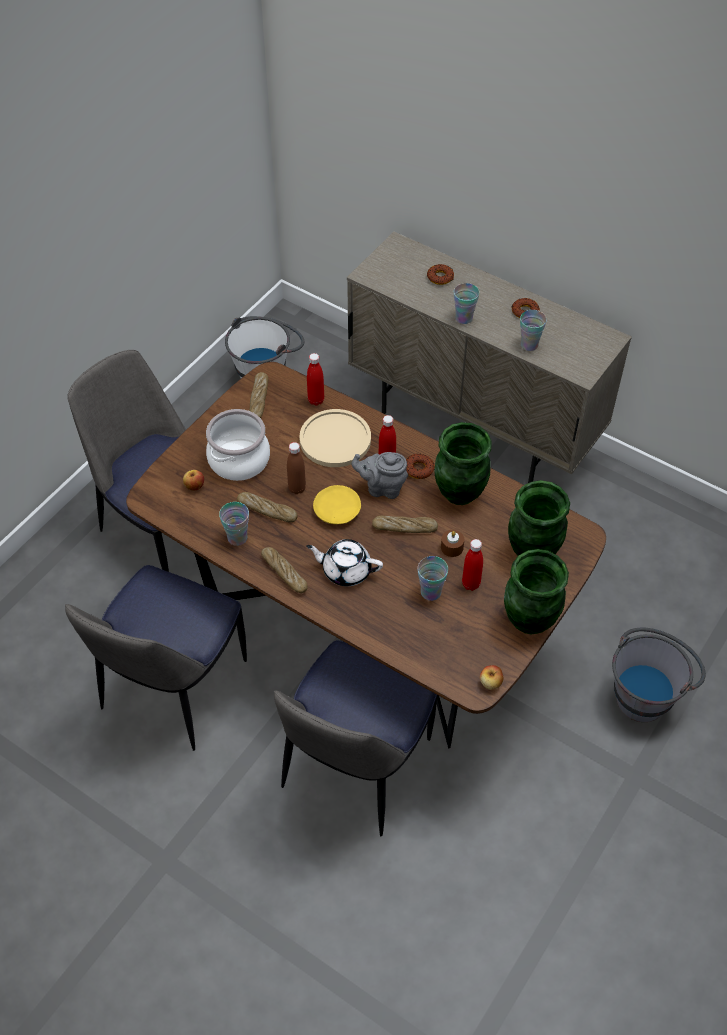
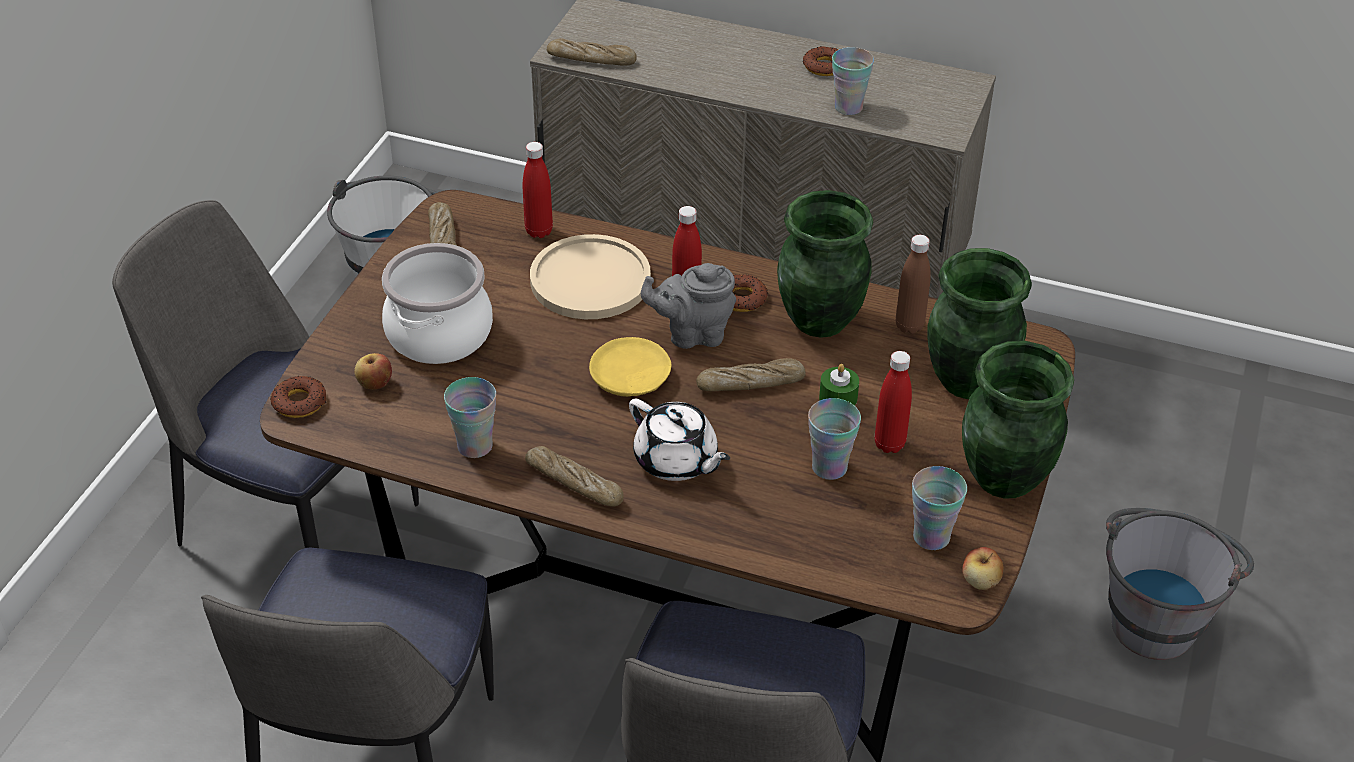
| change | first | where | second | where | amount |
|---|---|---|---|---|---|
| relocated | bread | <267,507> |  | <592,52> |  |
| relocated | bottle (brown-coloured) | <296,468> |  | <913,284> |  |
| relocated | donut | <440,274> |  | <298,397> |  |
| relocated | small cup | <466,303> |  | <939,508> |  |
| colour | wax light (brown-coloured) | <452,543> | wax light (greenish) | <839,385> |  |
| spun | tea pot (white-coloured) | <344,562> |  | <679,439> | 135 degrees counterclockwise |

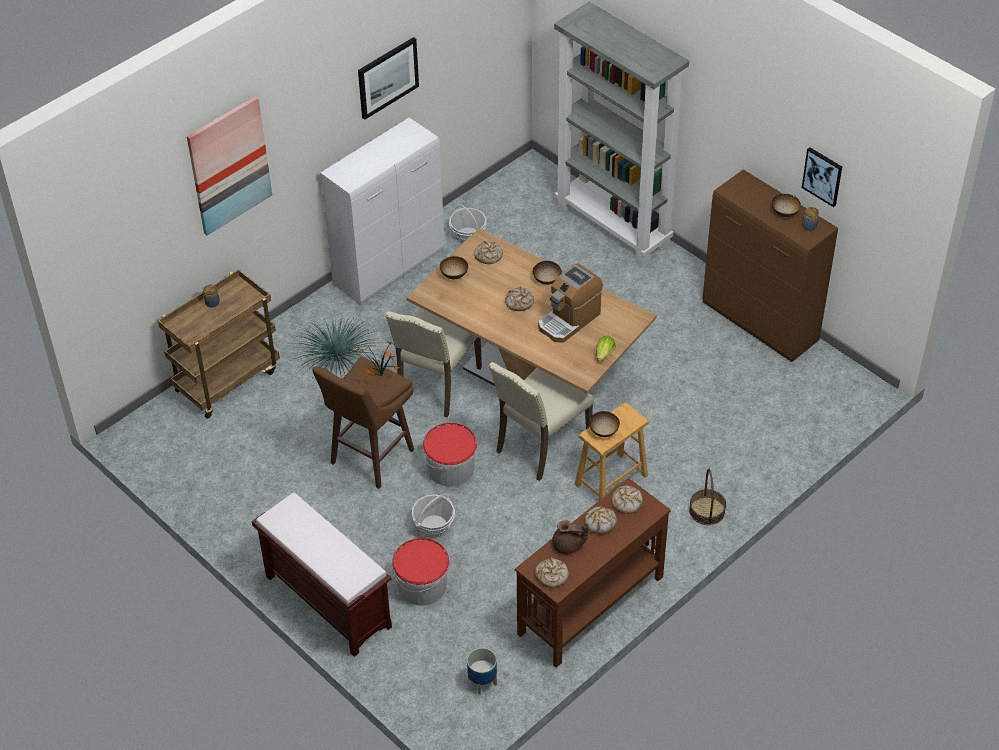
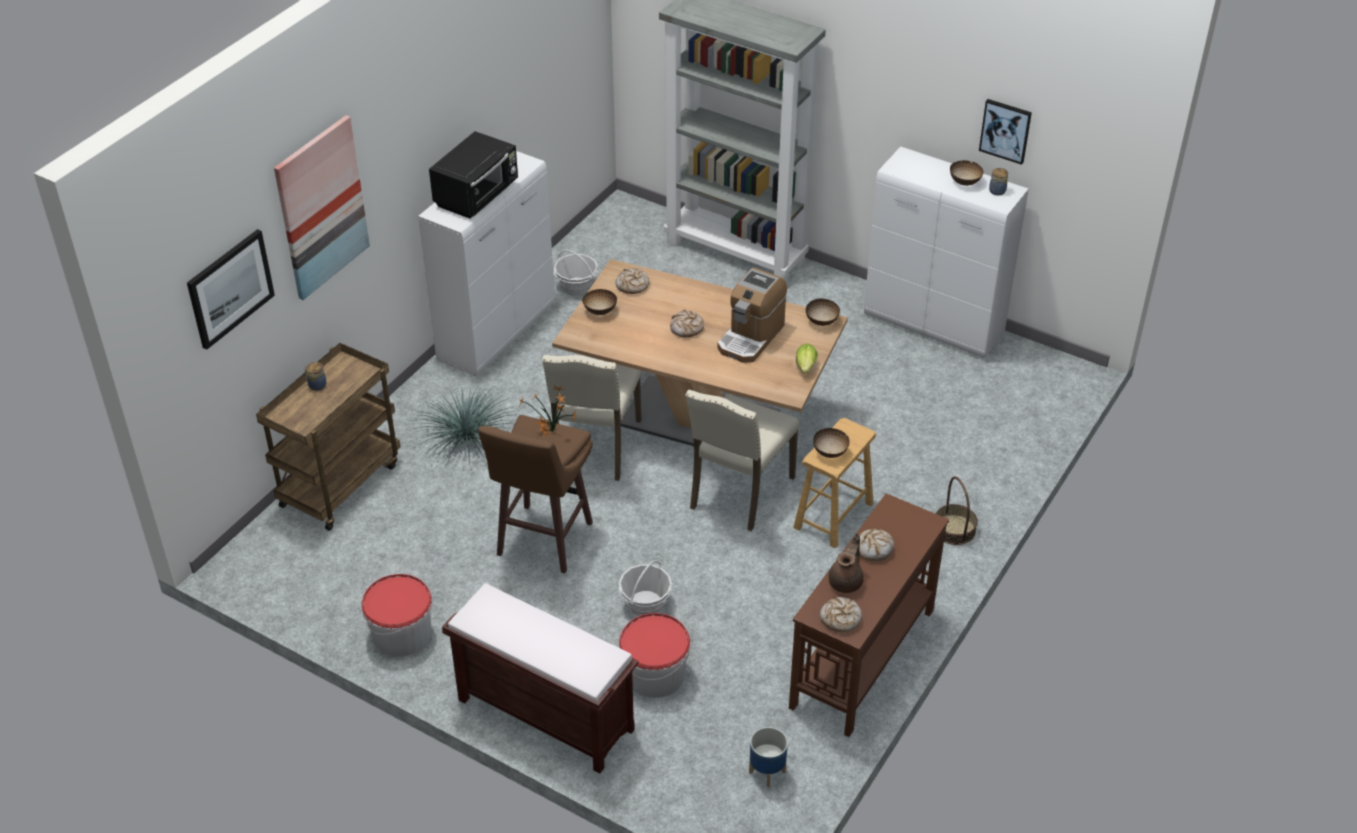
| change | first | where | second | where | amount |
|---|---|---|---|---|---|
| missing | bread | <627,500> |  |  |  |
| appeared |  |  | microwave oven (blackish) | <473,174> |  |
| relocated | wall art | <388,78> |  | <231,289> |  |
| relocated | water bucket | <450,455> |  | <397,615> |  |
| relocated | deep dish | <547,273> |  | <823,312> |  |
| colour | cabinet (brown-coloured) | <770,265> | cabinet (white-coloured) | <946,252> |  |
| spun | tea pot (brown-coloured) | <570,537> |  | <846,563> | 60 degrees counterclockwise |

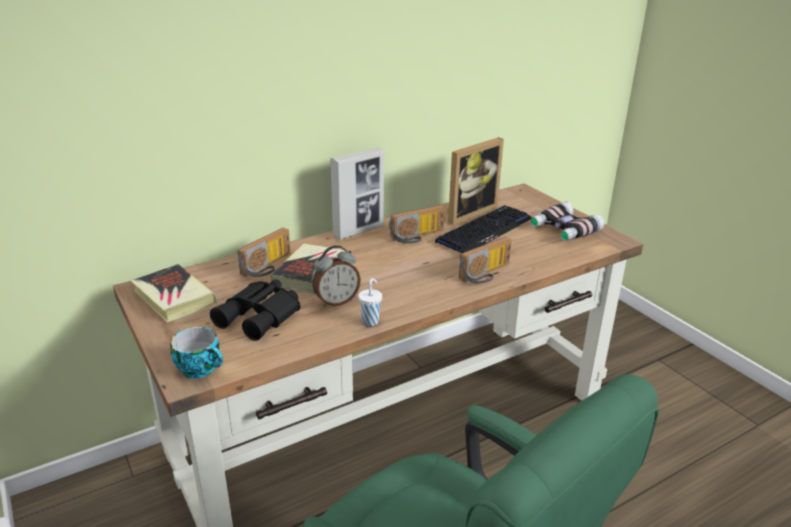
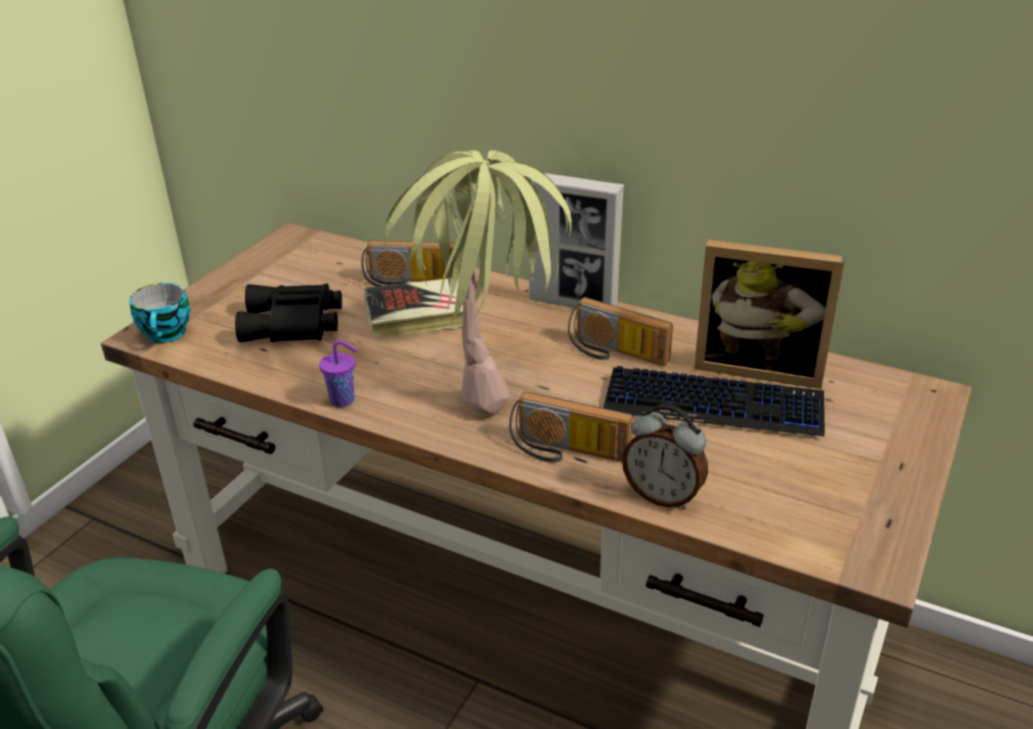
| change | first | where | second | where | amount |
|---|---|---|---|---|---|
| missing | book | <174,293> |  |  |  |
| missing | pair of binoculars | <567,221> |  |  |  |
| appeared |  |  | plant in a pot | <478,282> |  |
| relocated | table clock | <336,276> |  | <665,456> |  |
| colour | small cup (white-coloured) | <370,302> | small cup (purplish) | <338,373> |  |

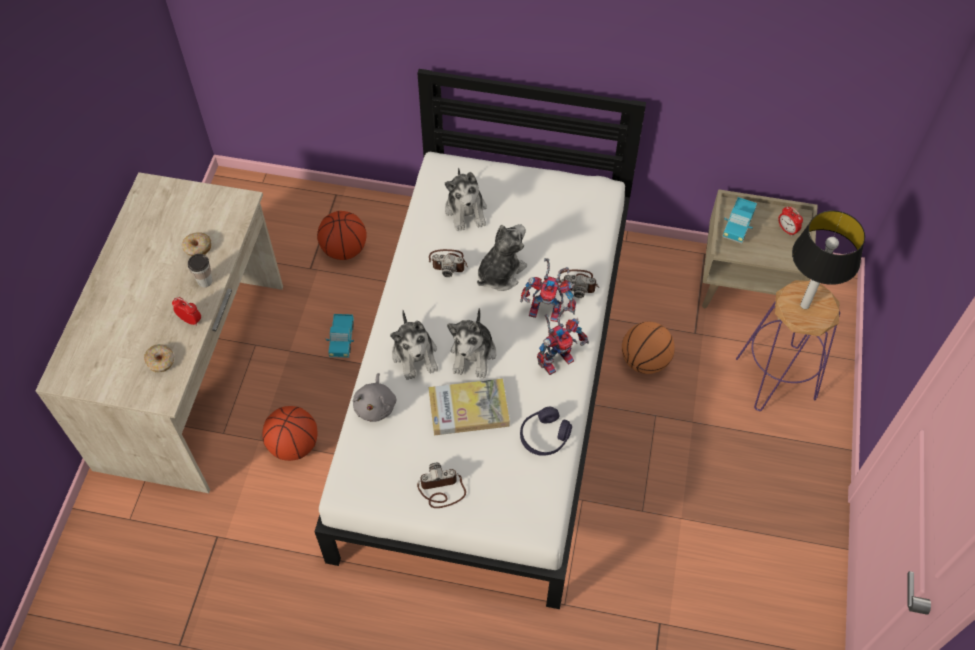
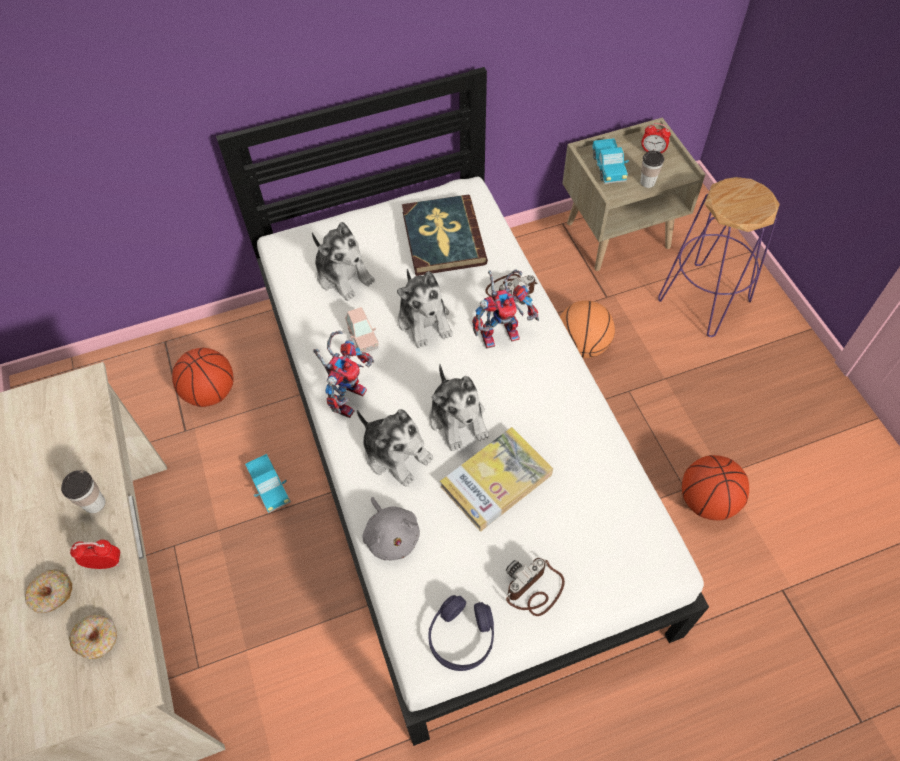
| change | first | where | second | where | amount |
|---|---|---|---|---|---|
| missing | table lamp | <828,259> |  |  |  |
| appeared |  |  | book | <445,235> |  |
| appeared |  |  | small cup | <652,169> |  |
| relocated | donut | <196,244> |  | <48,591> |  |
| relocated | basketball ball | <289,433> |  | <715,487> |  |
| relocated | headphones (purplish) | <546,431> |  | <461,633> |  |
| relocated | robot figure | <563,341> |  | <343,374> |  |
| exchanged | still camera | <448,263> | toy car (pink-coloured) | <361,330> |  |
| spun | soft toy | <502,257> |  | <425,308> | 150 degrees clockwise |

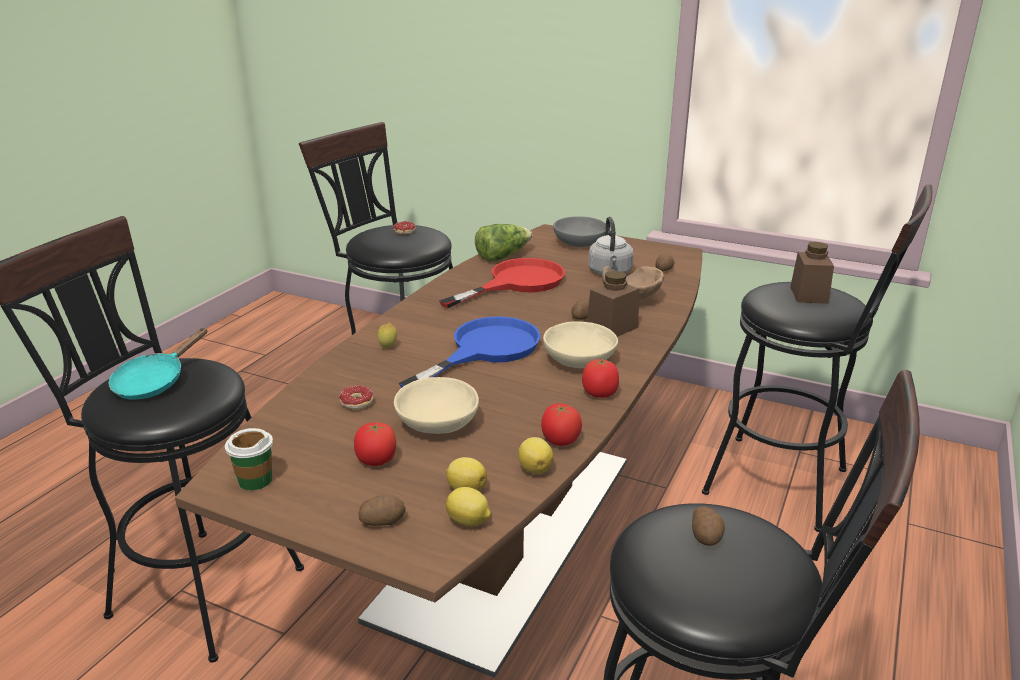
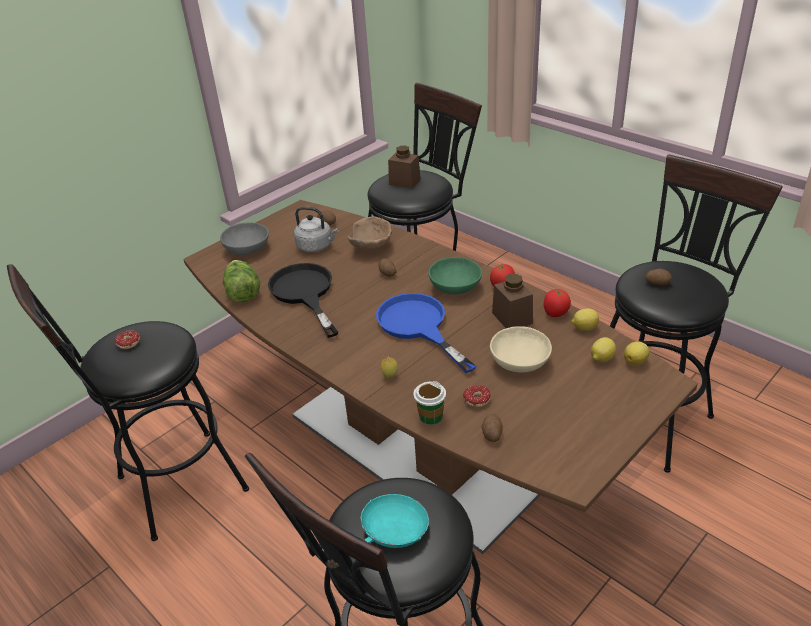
| change | first | where | second | where | amount |
|---|---|---|---|---|---|
| missing | whole tomato | <375,444> |  |  |  |
| relocated | small cup | <249,459> |  | <429,403> |  |
| relocated | potato | <382,510> |  | <492,428> |  |
| relocated | jar (brown-coloured) | <613,304> |  | <512,301> |  |
| colour | frying pan (red) | <502,283> | frying pan (blackish) | <303,300> |  |
| colour | deep dish (beige) | <580,344> | deep dish (greenish) | <455,276> |  |
| spun | frying pan (turquoise-coloured) | <157,364> |  | <379,531> | 90 degrees counterclockwise |

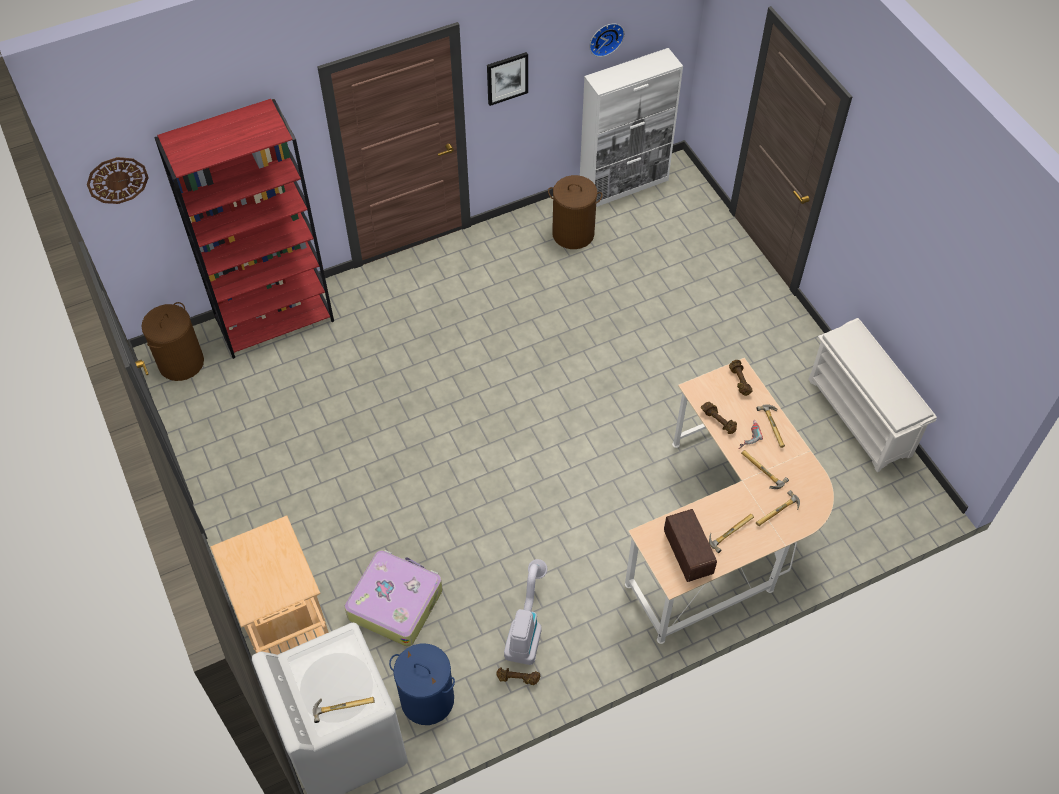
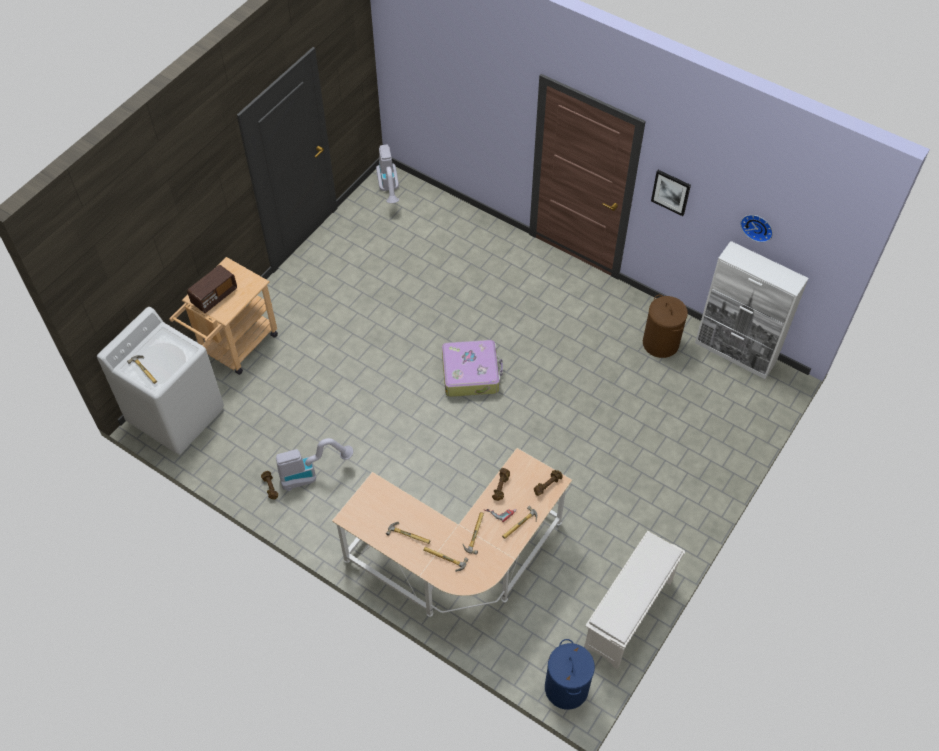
| change | first | where | second | where | amount |
|---|---|---|---|---|---|
| missing | hanging clock | <118,180> |  |  |  |
| missing | bookshelf (red) | <244,229> |  |  |  |
| relocated | travel case | <394,598> |  | <472,368> |  |
| relocated | hamper (blue) | <422,684> |  | <570,674> |  |
| relocated | radio | <690,545> |  | <212,289> |  |
| exchanged | hamper (brown-coloured) | <172,341> | vacuum | <387,174> |  |

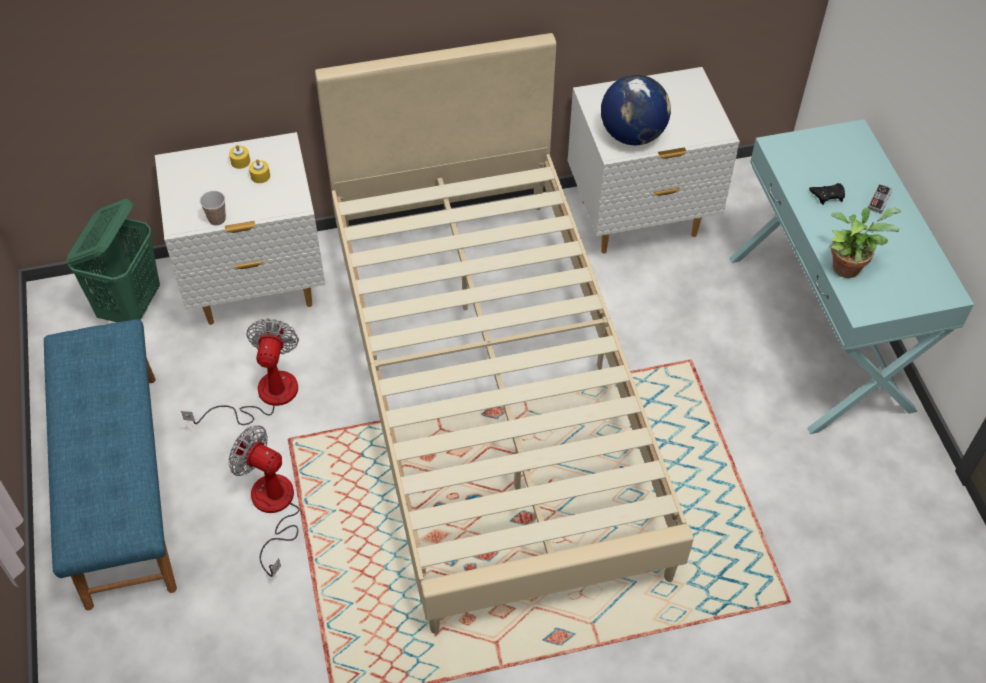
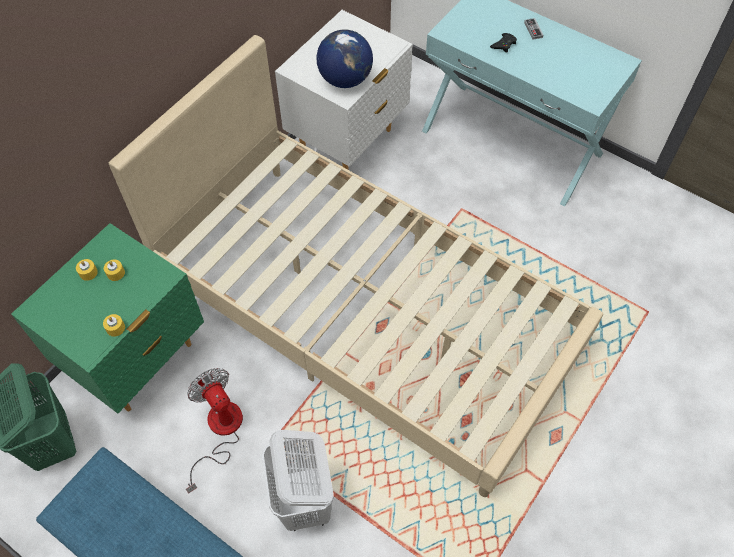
| change | first | where | second | where | amount |
|---|---|---|---|---|---|
| missing | plant in a pot | <865,242> |  |  |  |
| exchanged | small cup | <213,208> | wax light (yellowish) | <114,325> |  |
| exchanged | cooling fan | <264,501> | hamper (white-coloured) | <298,480> |  |
| colour | nightstand (white-coloured) | <240,228> | nightstand (greenish) | <107,318> |  |

